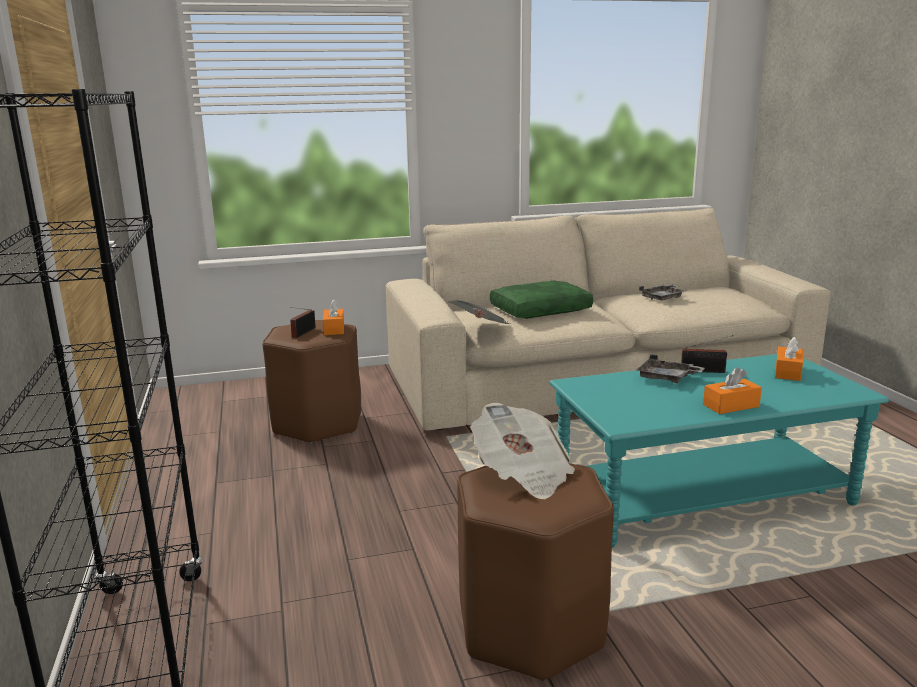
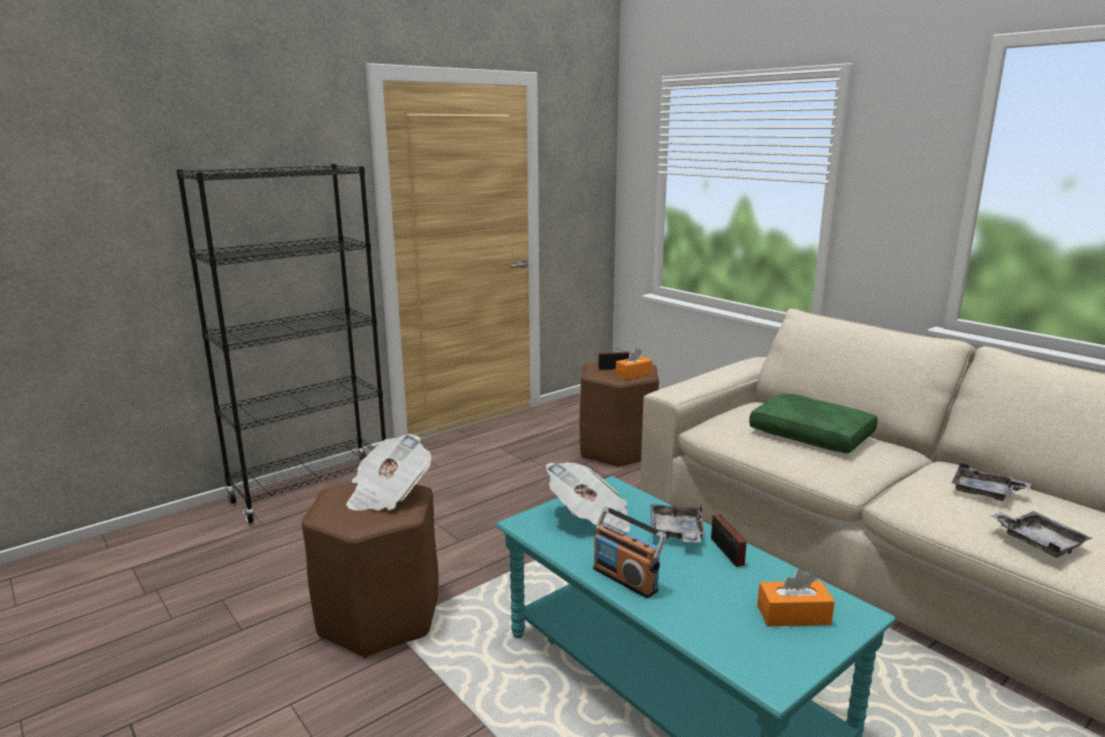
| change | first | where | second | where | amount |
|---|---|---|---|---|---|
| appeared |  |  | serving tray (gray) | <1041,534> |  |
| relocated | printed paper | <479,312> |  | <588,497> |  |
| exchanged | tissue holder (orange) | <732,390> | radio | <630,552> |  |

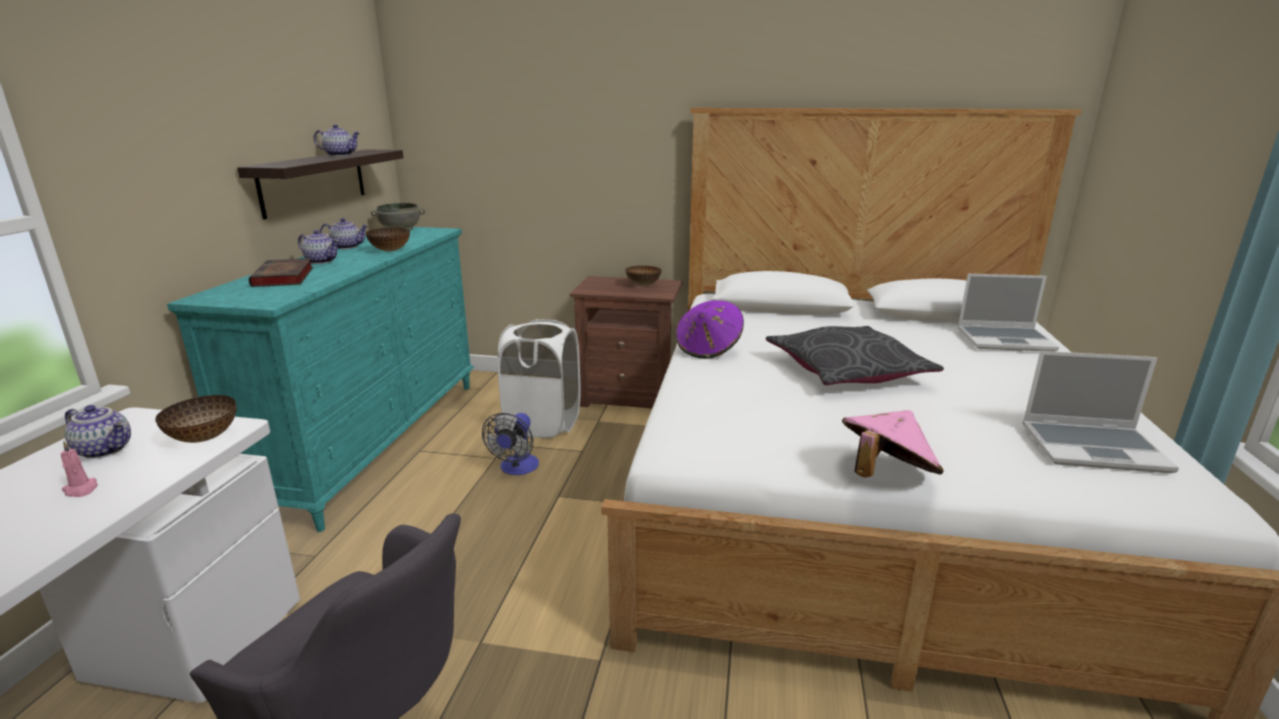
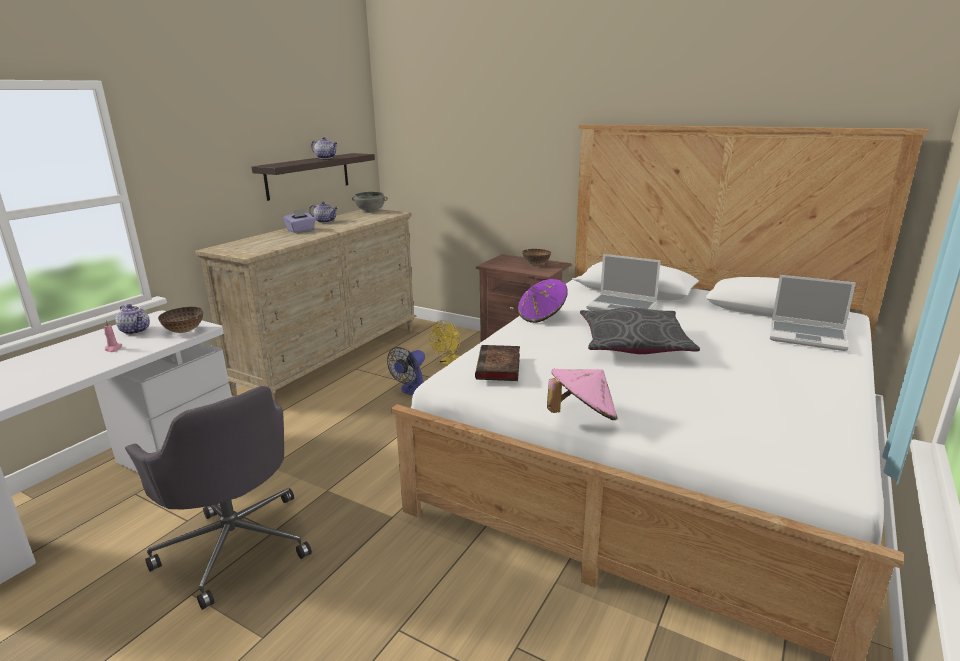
| change | first | where | second | where | amount |
|---|---|---|---|---|---|
| missing | deep dish | <388,239> |  |  |  |
| relocated | book | <281,272> |  | <497,363> |  |
| relocated | portable computer | <1100,412> |  | <624,282> |  |
| exchanged | tea pot | <318,247> | tissue holder (purplish) | <299,221> |  |
| exchanged | hamper (white-coloured) | <539,378> | cooling fan (yellowish) | <444,343> |  |
| colour | chest of drawers (turquoise-coloured) | <320,379> | chest of drawers (beige) | <305,305> |  |

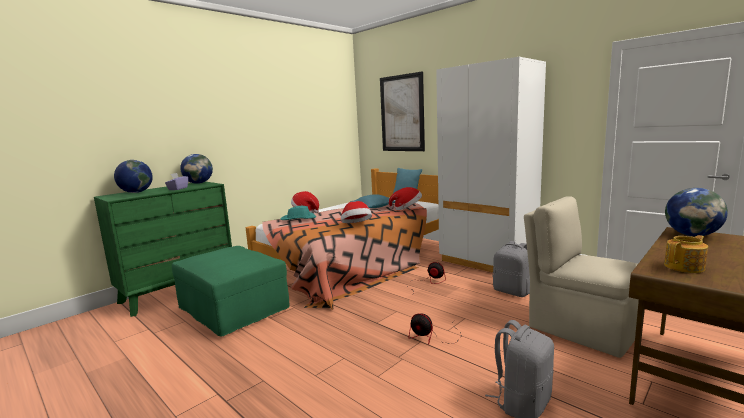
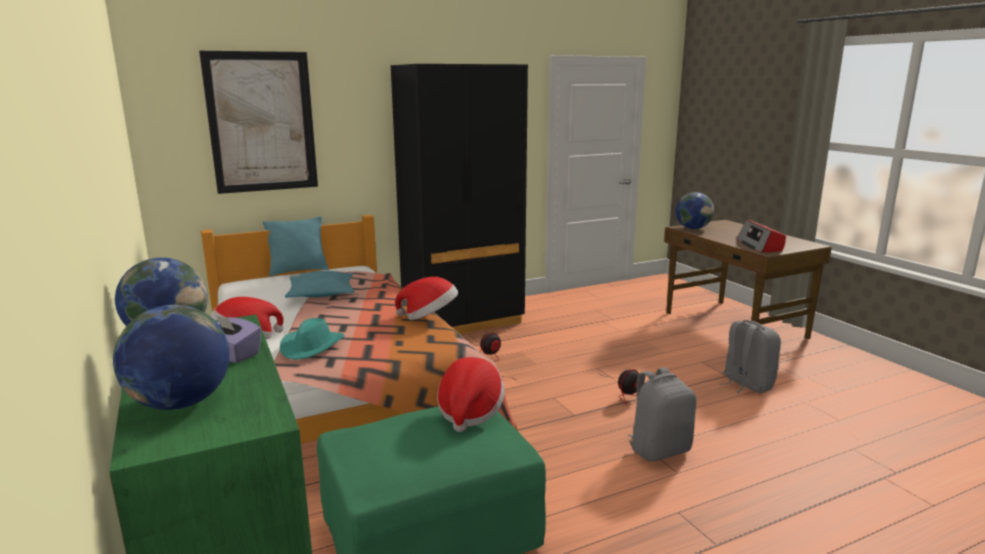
| change | first | where | second | where | amount |
|---|---|---|---|---|---|
| missing | chair (beige) | <581,277> |  |  |  |
| relocated | clothing hat | <405,198> |  | <470,394> |  |
| relocated | backpack (gray) | <511,269> |  | <662,414> |  |
| exchanged | tea pot | <686,254> | radio | <761,236> |  |
| colour | wardrobe (white-coloured) | <491,165> | wardrobe (blackish) | <459,199> |  |

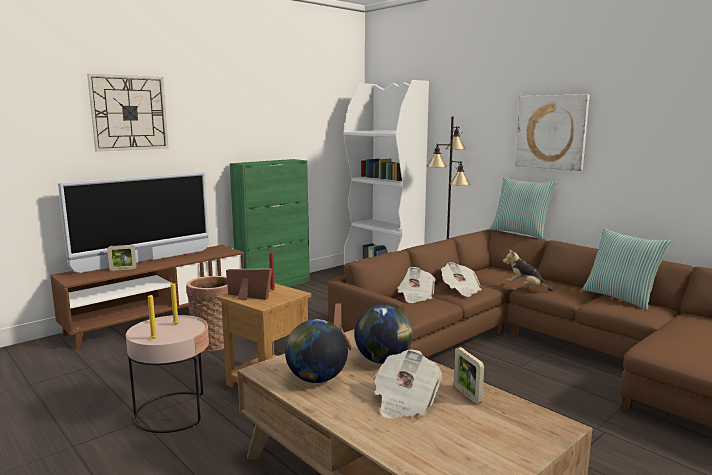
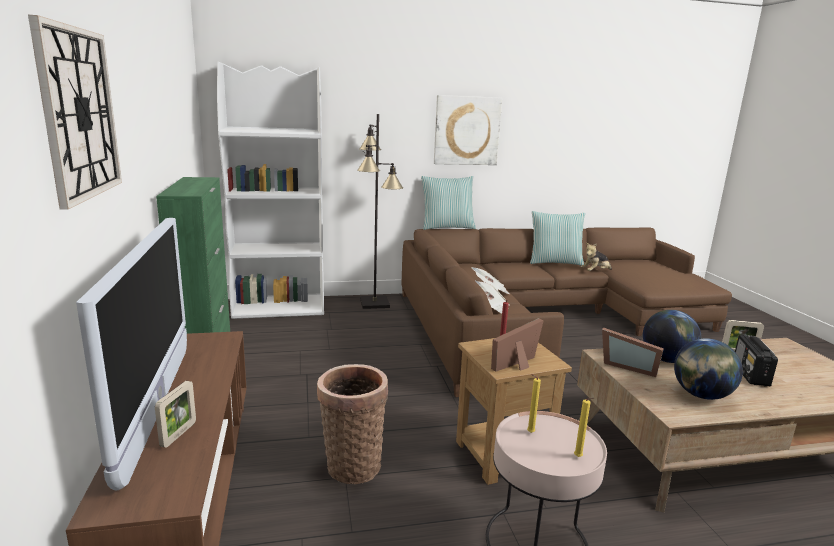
| change | first | where | second | where | amount |
|---|---|---|---|---|---|
| relocated | soft toy | <528,270> |  | <596,257> |  |
| exchanged | printed paper | <408,383> | radio | <756,361> |  |

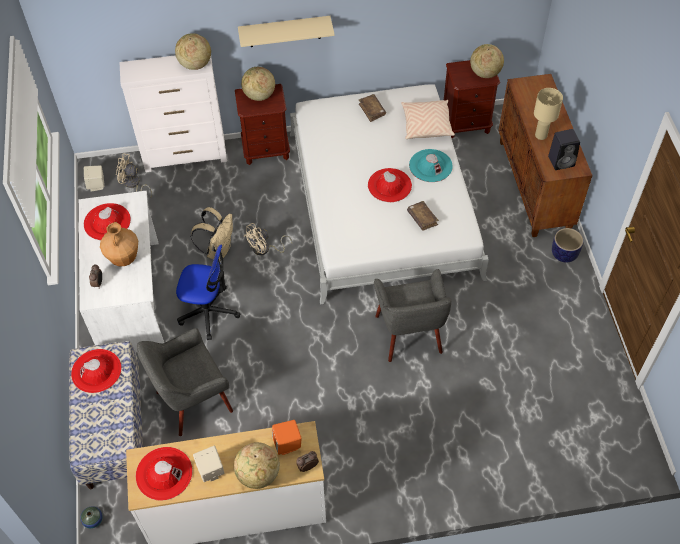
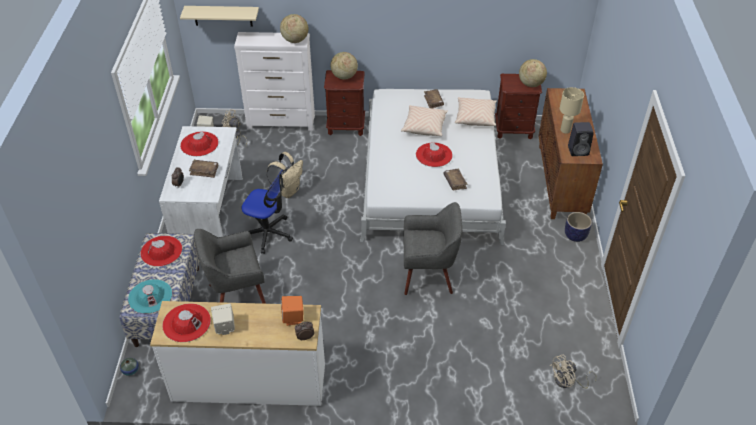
| change | first | where | second | where | amount |
|---|---|---|---|---|---|
| missing | desk globe | <257,465> |  |  |  |
| appeared |  |  | cushion (beige) | <424,120> |  |
| relocated | bracket shelf (beige) | <286,31> |  | <219,16> |  |
| relocated | cooling fan (beige) | <268,239> |  | <573,372> |  |
| relocated | clothing hat (turquoise-coloured) | <431,165> |  | <150,296> |  |
| exchanged | flower vase (brown-coloured) | <119,244> | book (brown-coloured) | <203,169> |  |
| spun | easy chair (gray) | <412,315> |  | <433,248> | 90 degrees counterclockwise |

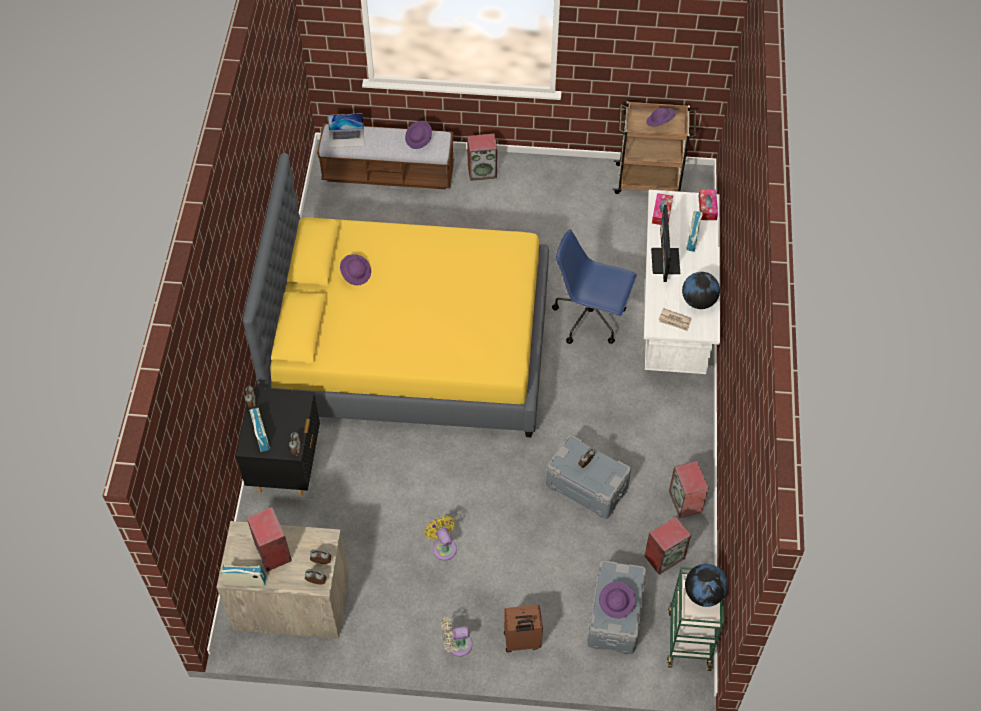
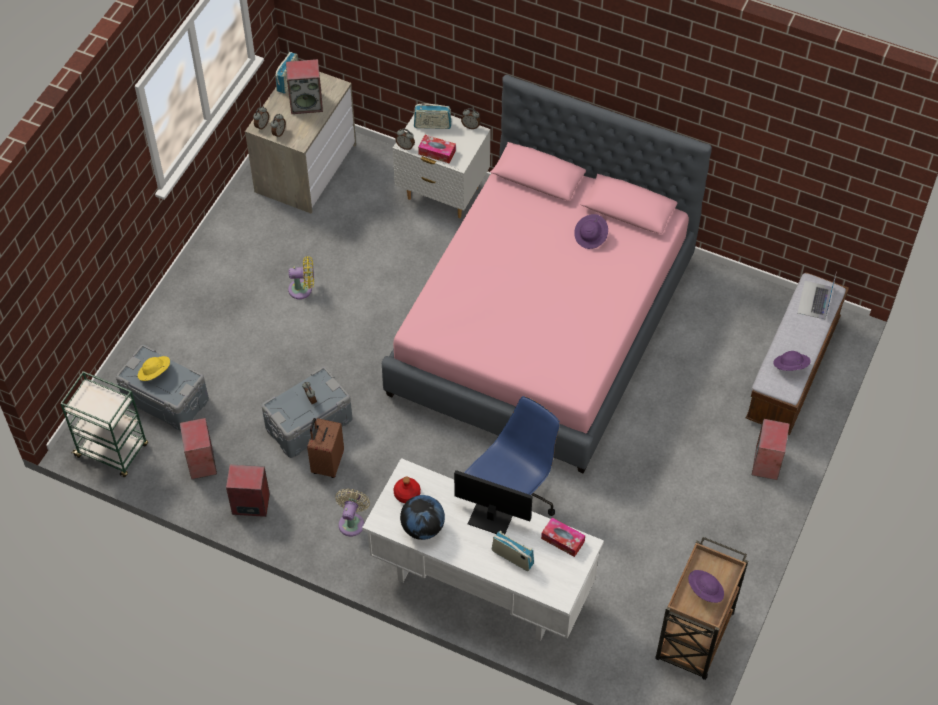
| change | first | where | second | where | amount |
|---|---|---|---|---|---|
| missing | desk globe | <706,585> |  |  |  |
| relocated | cooling fan (beige) | <457,637> |  | <352,512> |  |
| relocated | travel case (brown-coloured) | <523,628> |  | <325,448> |  |
| relocated | tissue holder | <708,204> |  | <437,149> |  |
| exchanged | printed paper | <675,319> | bottle (red) | <407,489> |  |
| colour | nightstand (blackish) | <278,441> | nightstand (white-coloured) | <442,165> |  |
| colour | bedroom bed (yellowish) | <396,295> | bedroom bed (pink-coloured) | <547,274> |  |
| colour | clothing hat (purplish) | <617,600> | clothing hat (yellowish) | <154,368> |  |

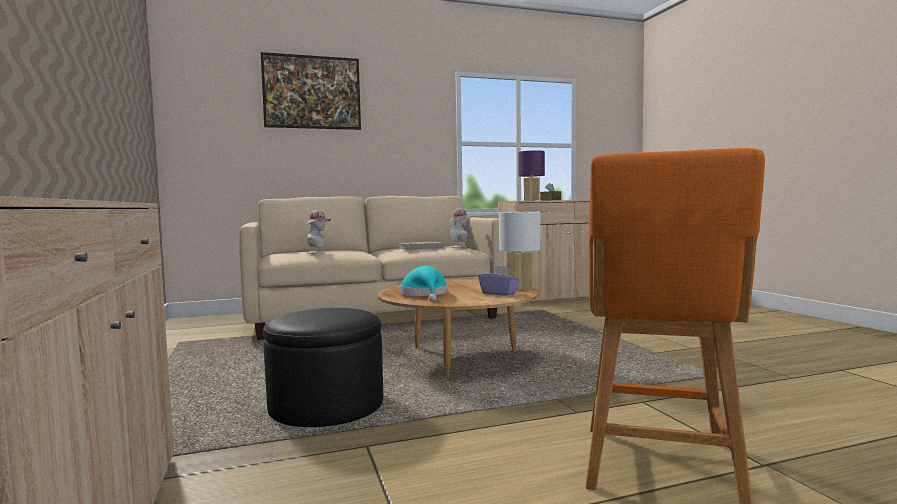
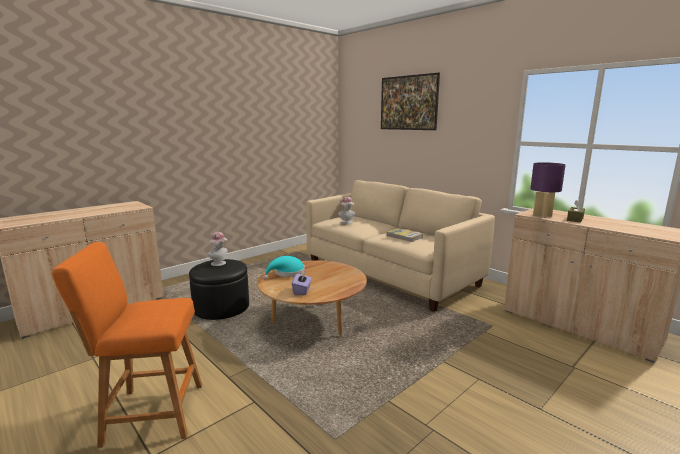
| change | first | where | second | where | amount |
|---|---|---|---|---|---|
| missing | table lamp (white-coloured) | <520,251> |  |  |  |
| relocated | clothing hat | <461,228> |  | <218,249> |  |

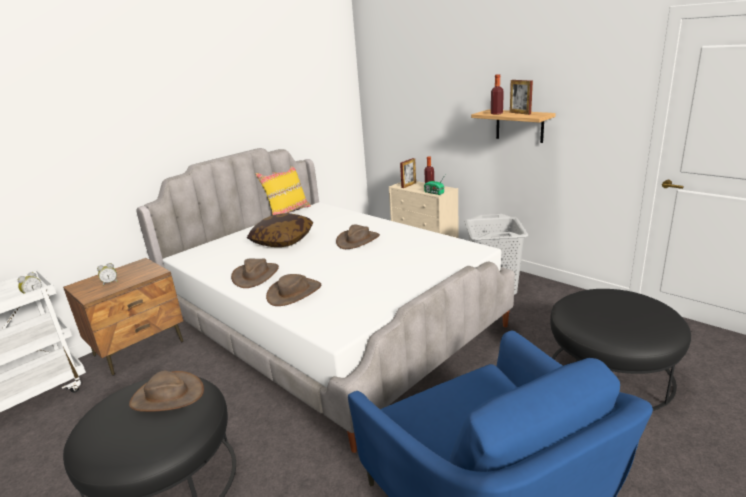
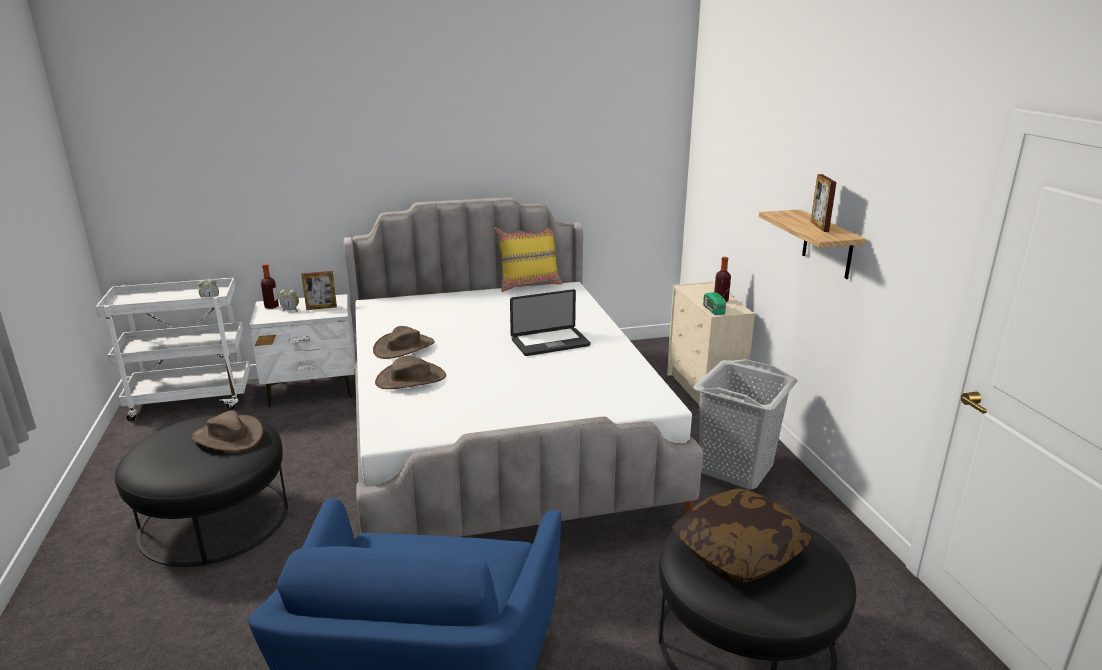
| change | first | where | second | where | amount |
|---|---|---|---|---|---|
| relocated | cushion | <280,230> |  | <741,535> |  |
| relocated | standing frame | <408,173> |  | <319,290> |  |
| relocated | bottle | <497,94> |  | <270,286> |  |
| exchanged | clothing hat (brown-coloured) | <358,237> | portable computer | <550,322> |  |
| colour | nightstand (brown-coloured) | <123,317> | nightstand (white-coloured) | <301,350> |  |

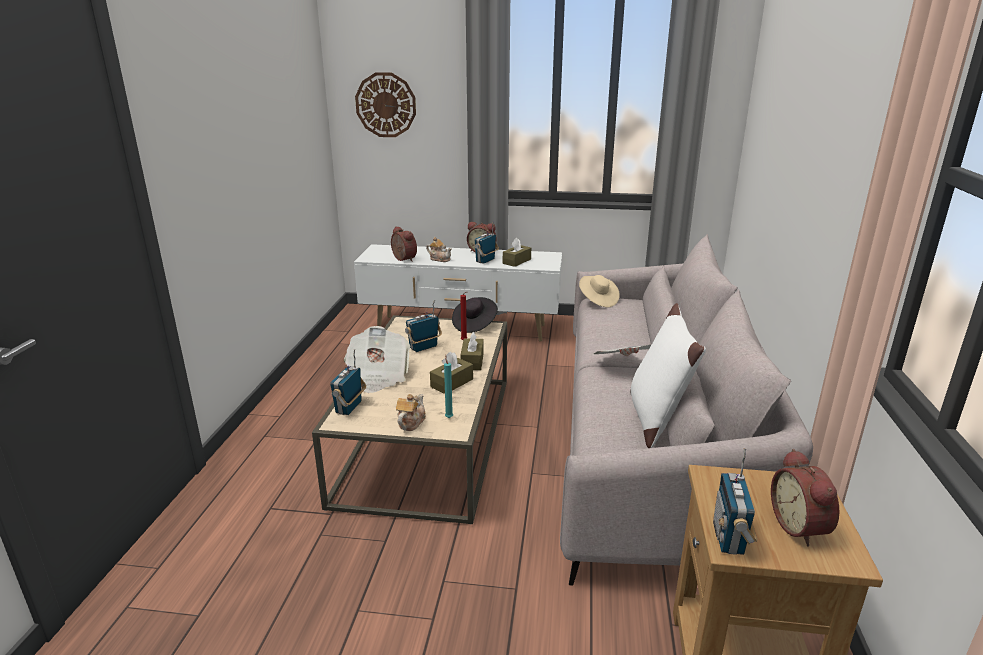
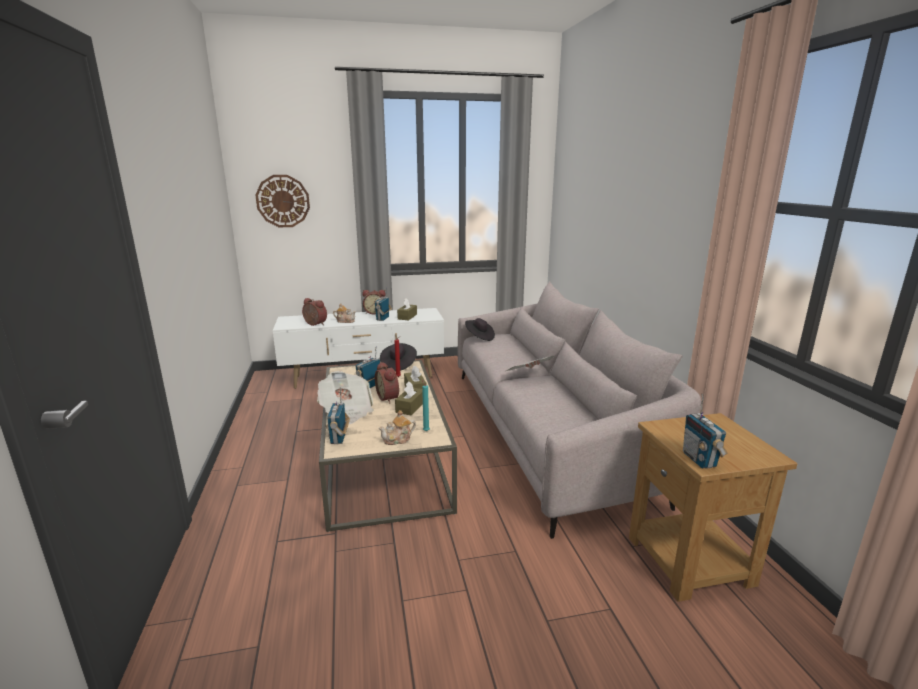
| change | first | where | second | where | amount |
|---|---|---|---|---|---|
| missing | cushion (white-coloured) | <668,375> |  |  |  |
| relocated | table clock | <805,498> |  | <387,382> |  |
| colour | clothing hat (beige) | <599,291> | clothing hat (blackish) | <480,329> |  |
| spun | tea pot | <411,412> |  | <397,427> | 120 degrees counterclockwise |

